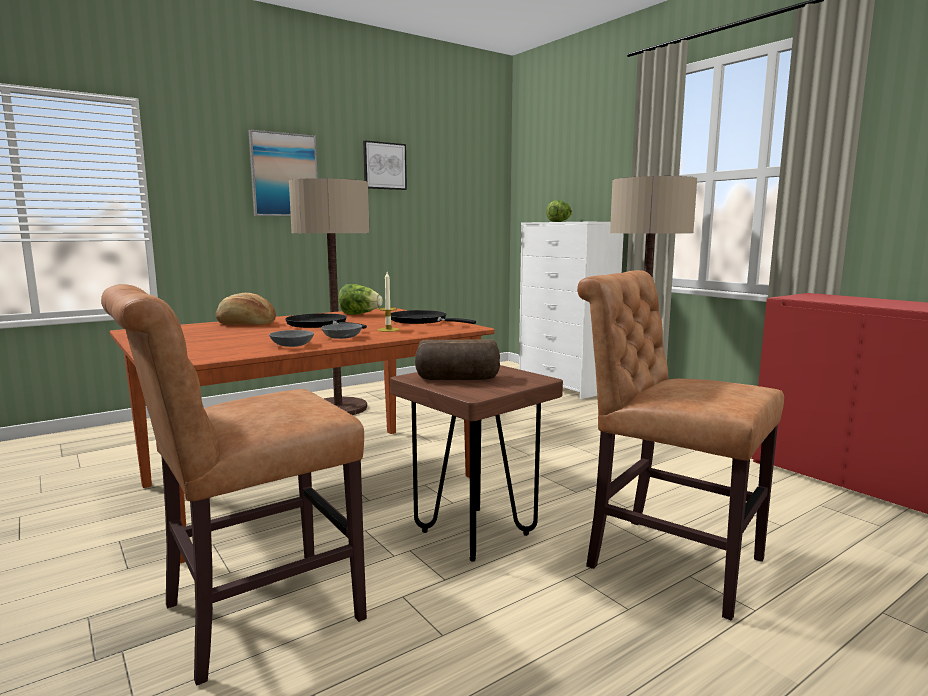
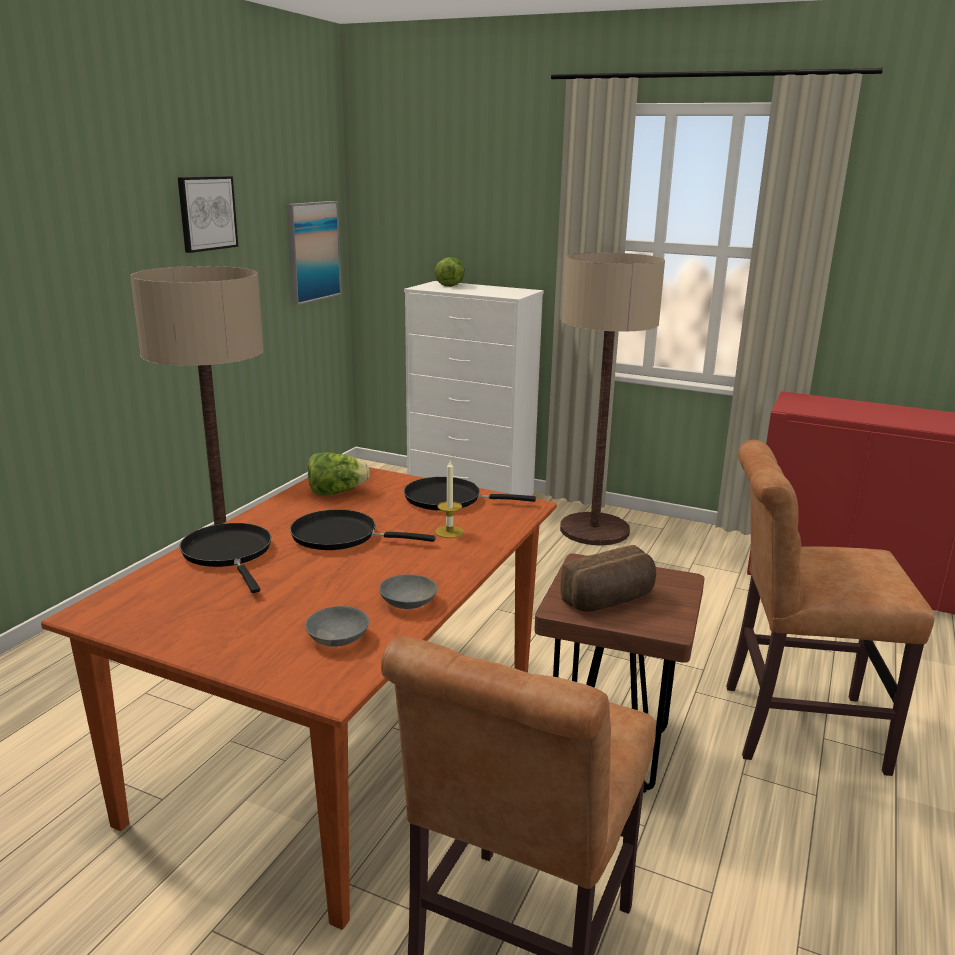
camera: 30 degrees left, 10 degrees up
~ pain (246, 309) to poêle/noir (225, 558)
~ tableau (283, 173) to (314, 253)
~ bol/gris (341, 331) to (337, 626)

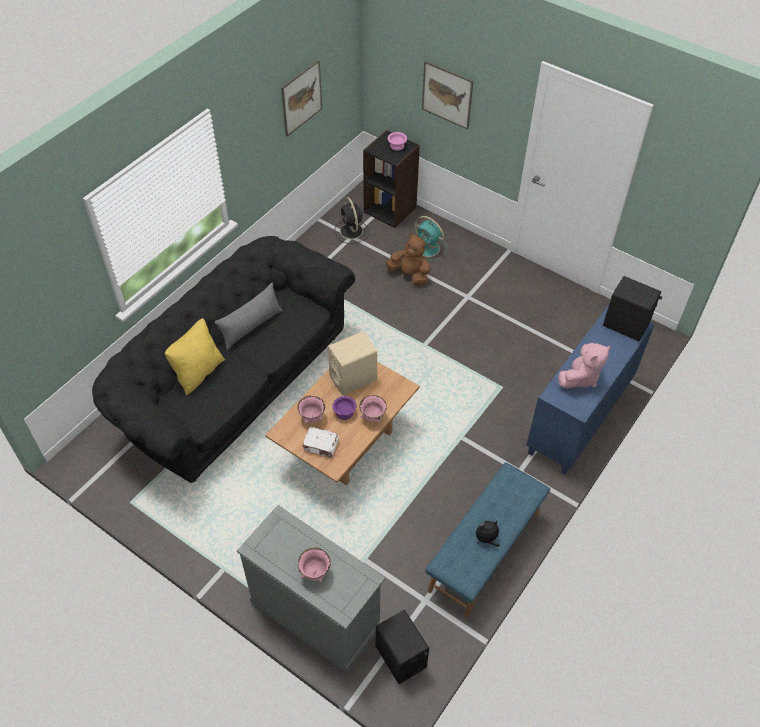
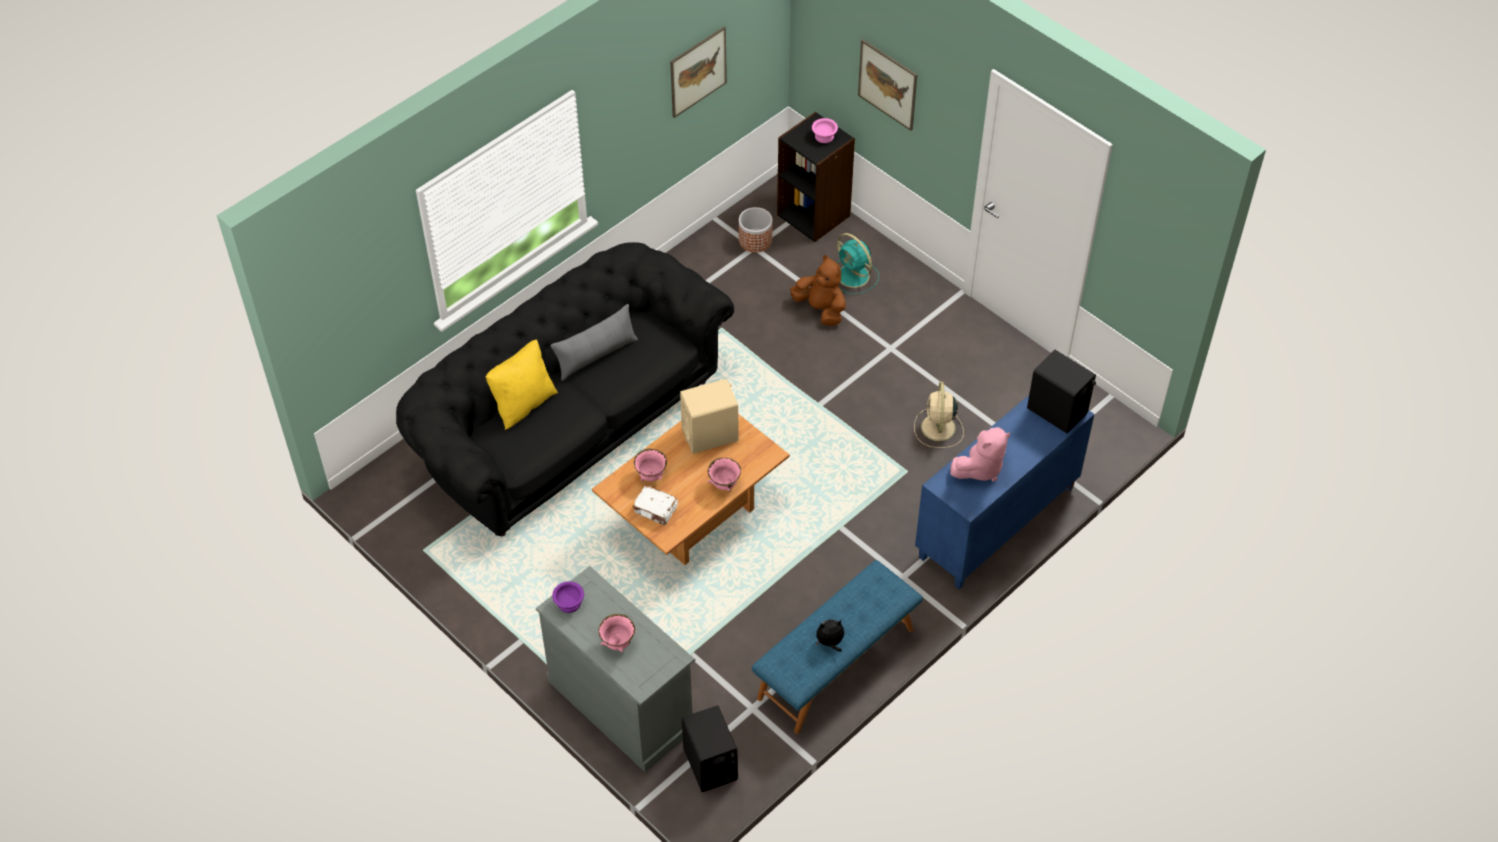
camera: 10 degrees right, 0 degrees up
~ bol/violet (344, 408) to (568, 597)
~ ventilateur/noir (352, 220) to cache-pot (756, 230)
+ ventilateur/beige (939, 415)

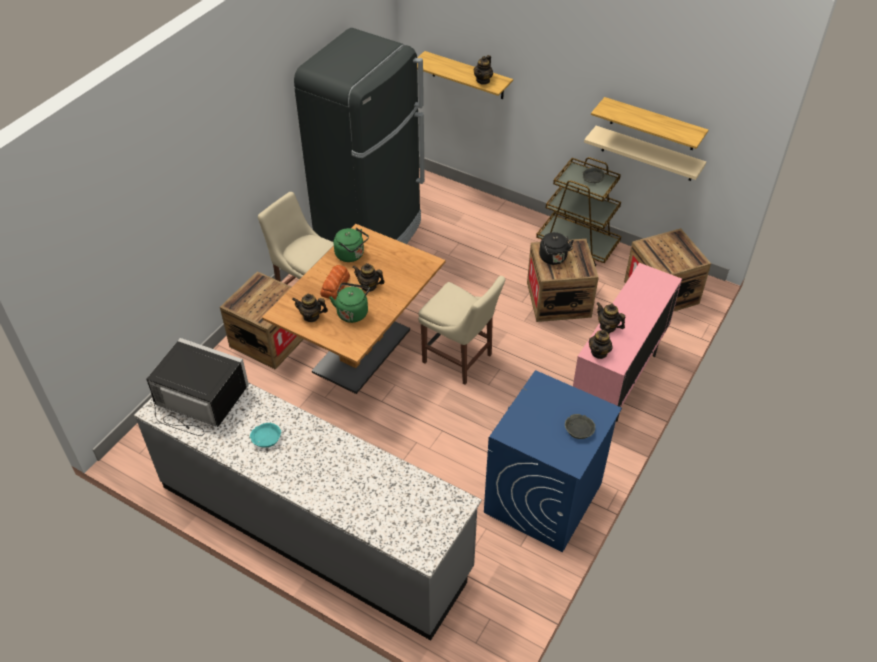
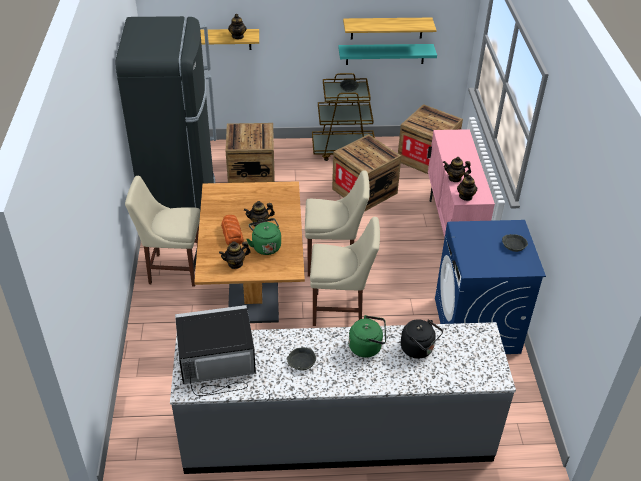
camera: 35 degrees left, 5 degrees down
~ caisse (262, 320) to (250, 153)
~ bol/turquoise (265, 435) to bol/gris (301, 359)
~ bouilloire/vert (351, 244) to (367, 336)
~ bouilloire/noir (556, 248) to (422, 339)
~ étagère/beige (645, 153) to étagère/turquoise (387, 54)
+ chaise/beige (345, 271)

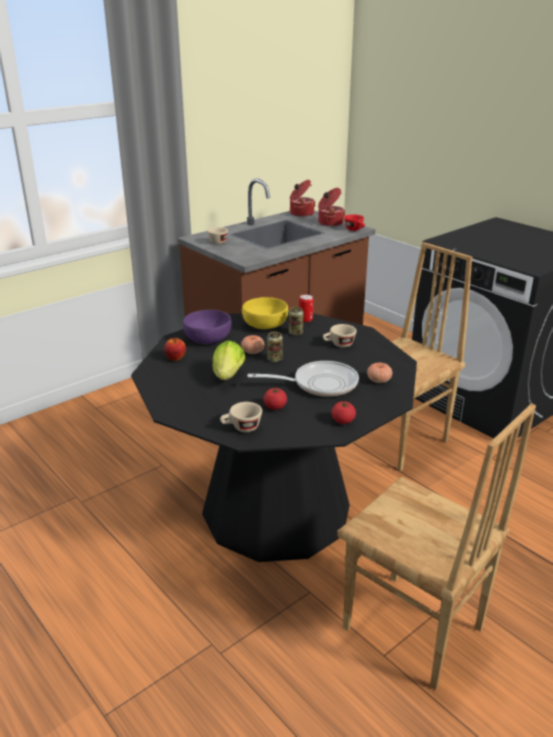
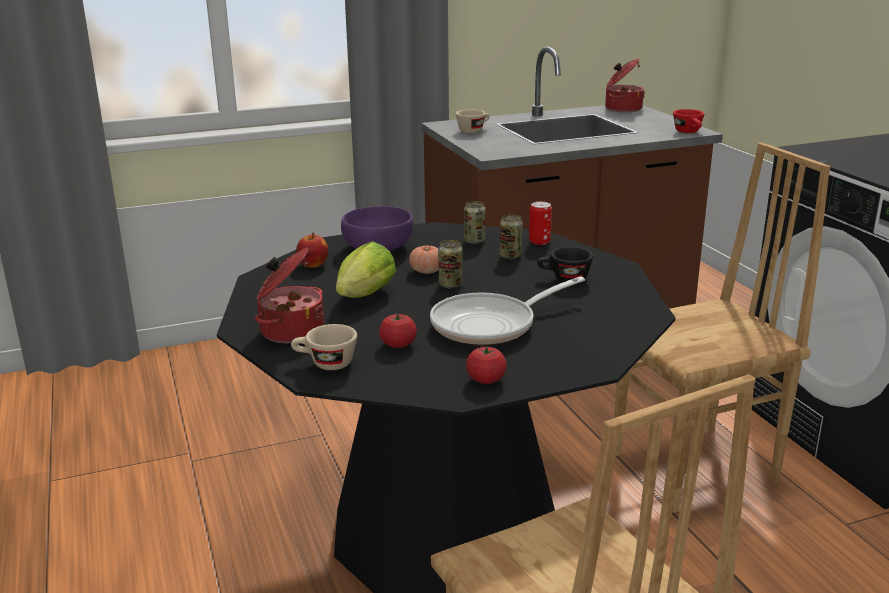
camera: 20 degrees right, 5 degrees down
~ bol/jaune (265, 313) to boîte métallique (475, 222)
~ poêle (303, 379) = (507, 310) 135 degrees clockwise
~ marmite (331, 207) to (289, 296)
~ tasse/beige (340, 336) to tasse/noir (565, 264)
- tomate (379, 373)

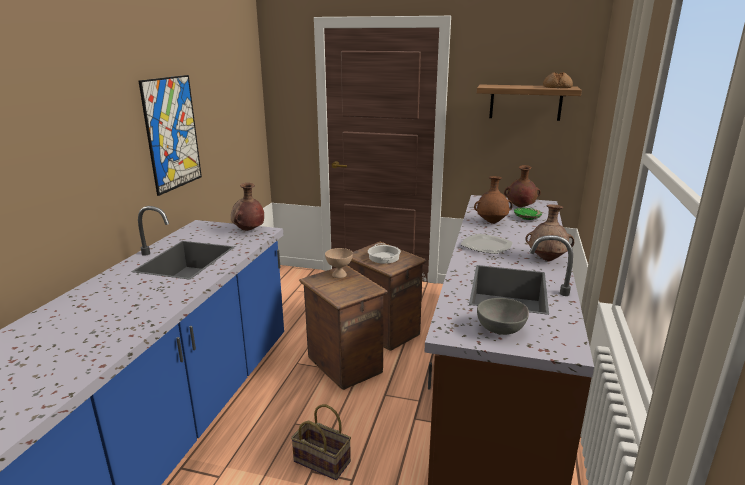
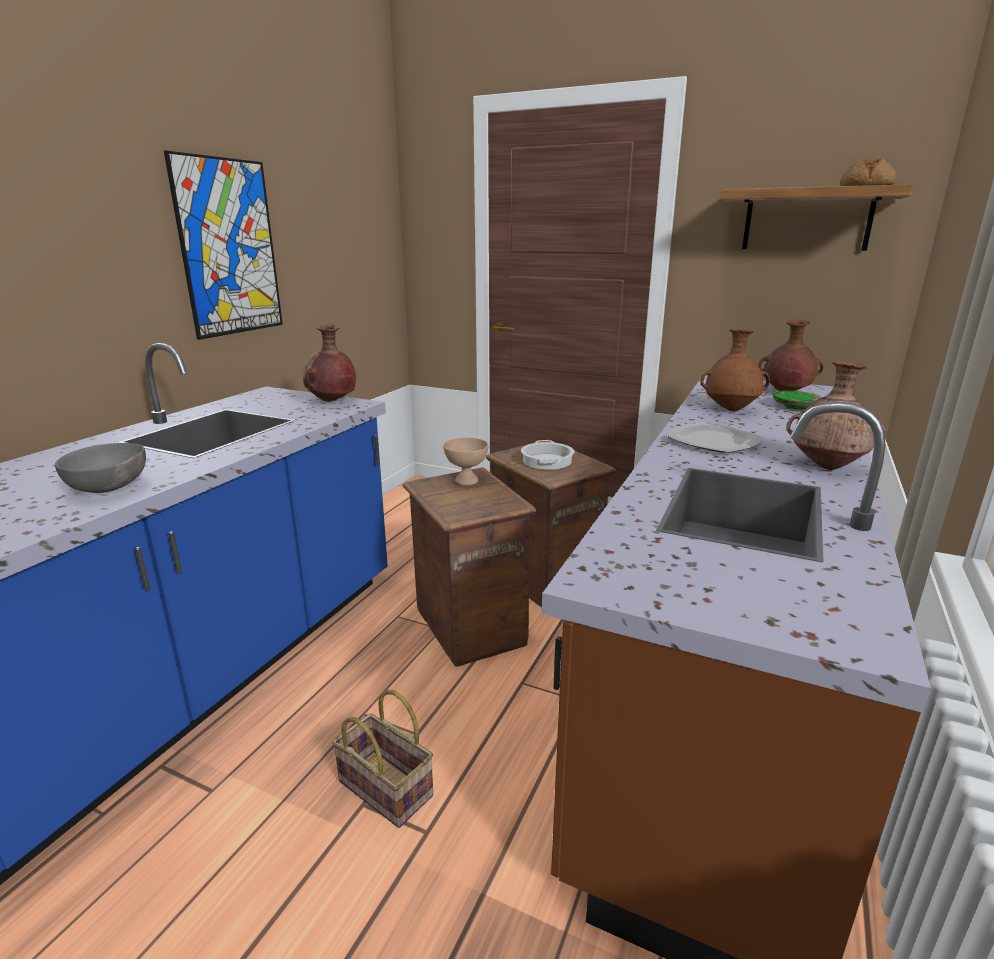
camera: 10 degrees right, 0 degrees up
~ bol/gris (503, 316) to (100, 468)

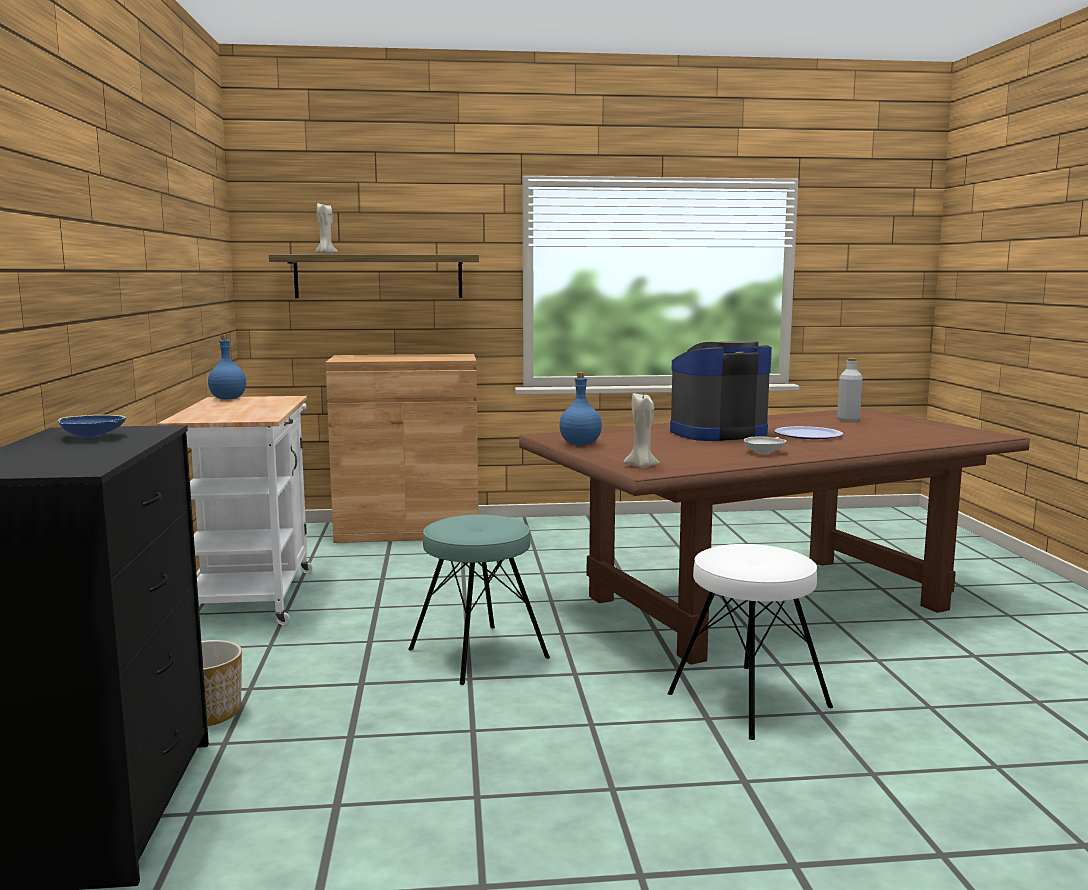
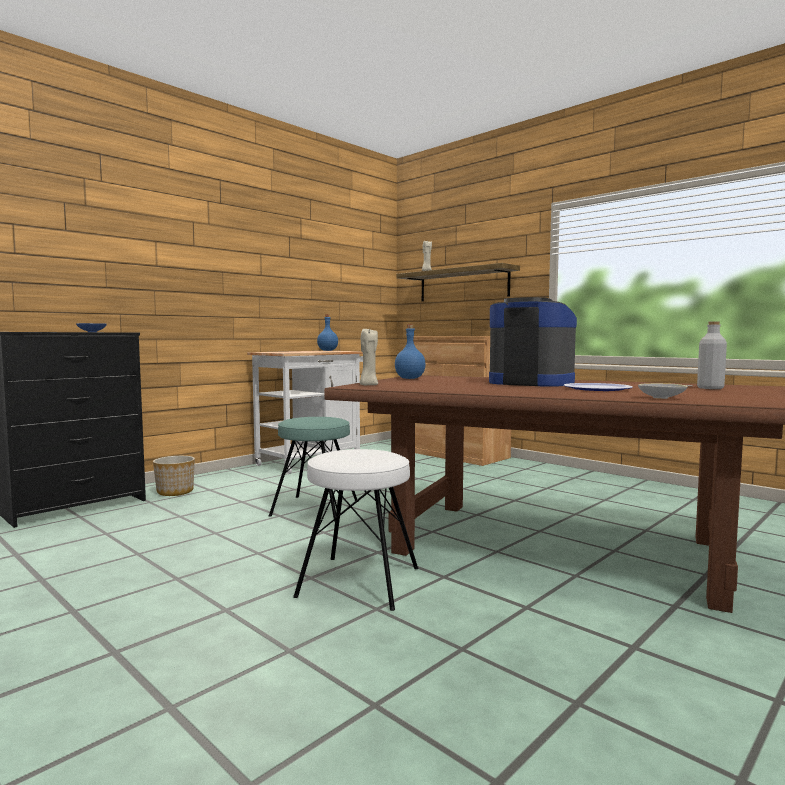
camera: 50 degrees right, 5 degrees down
~ bol/blanc (765, 445) to (665, 391)

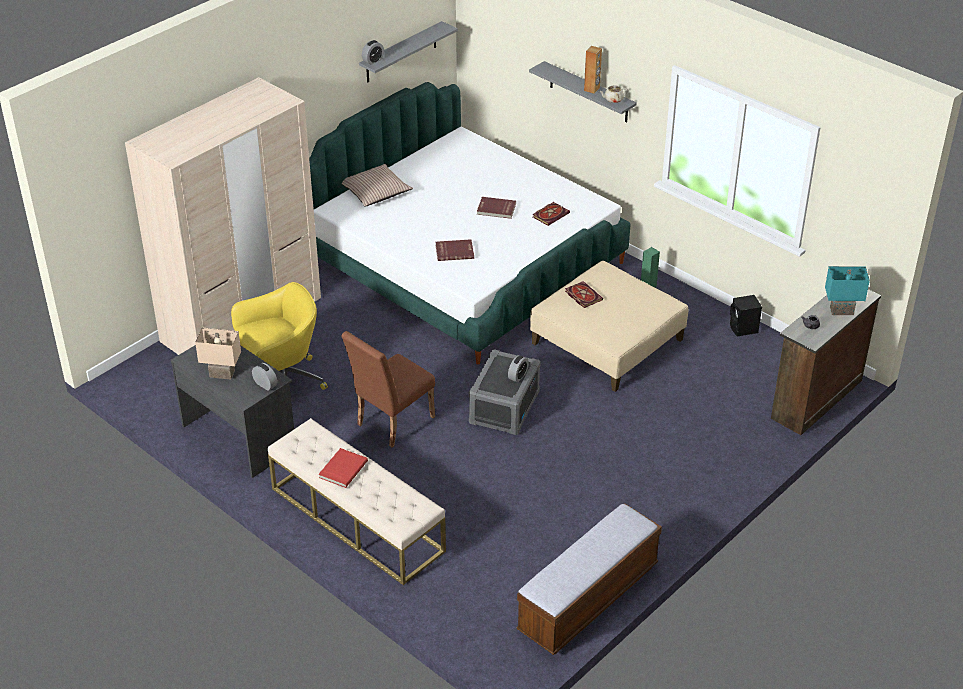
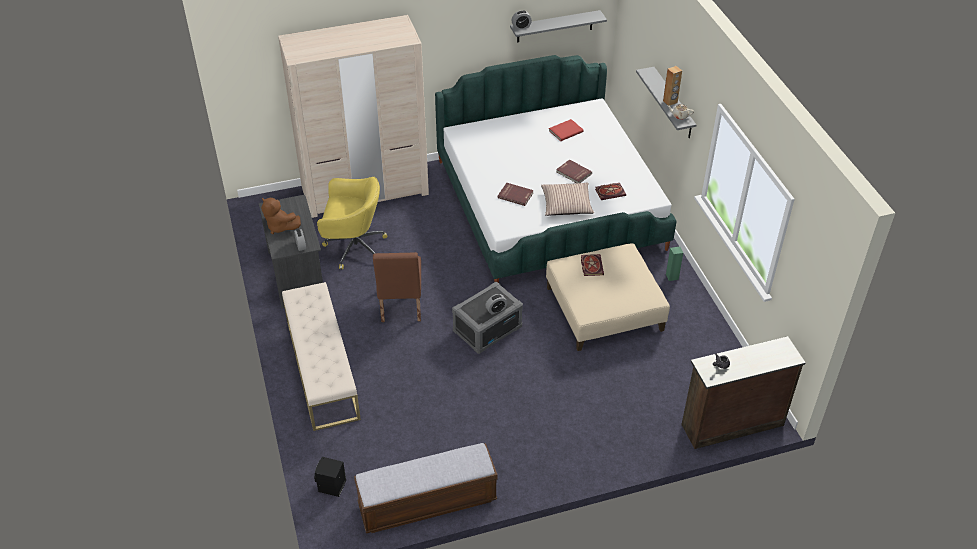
camera: 30 degrees right, 5 degrees up
~ lampe de table/beige (218, 354) to peluche/marron (281, 216)
~ livre/rouge (343, 468) to (566, 130)
~ chaise/marron (388, 389) = (397, 287) 75 degrees counterclockwise
~ coussin (377, 185) to (567, 199)
~ enceinte/noir (746, 316) to (330, 477)
- lampe de table/turquoise (847, 290)

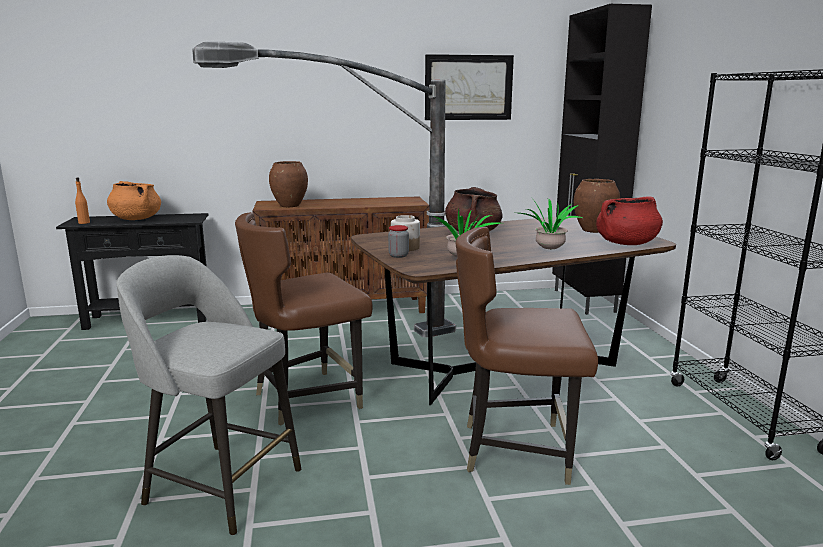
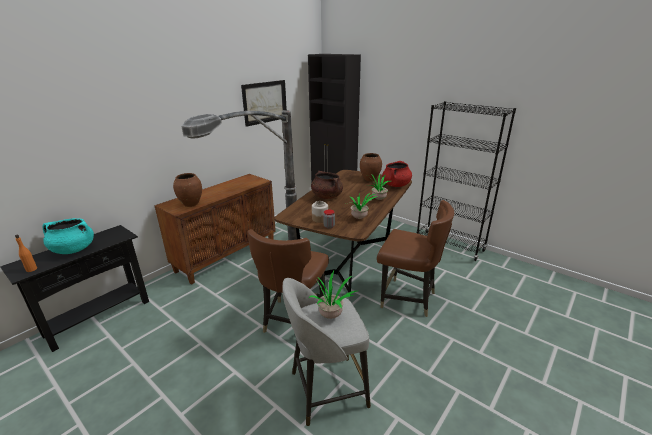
camera: 40 degrees left, 10 degrees up
~ marmite/orange (134, 200) to marmite/turquoise (68, 236)
~ chaise/marron (526, 356) = (415, 258) 120 degrees counterclockwise
+ plante en pot (334, 295)

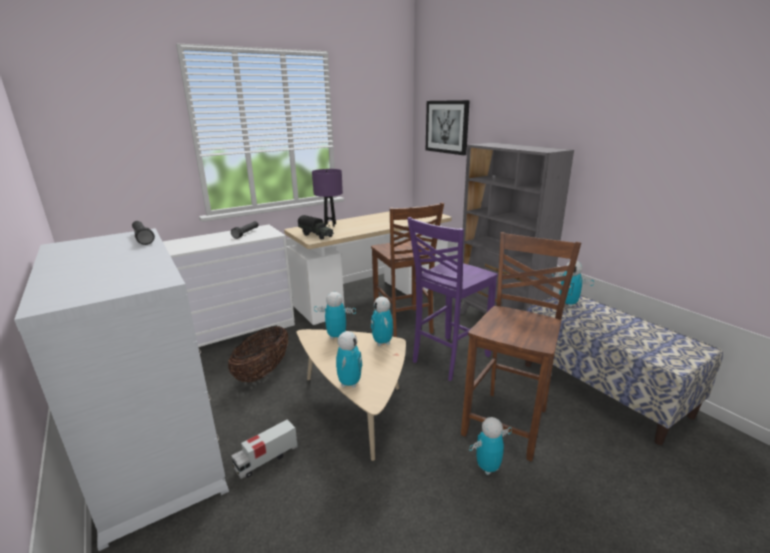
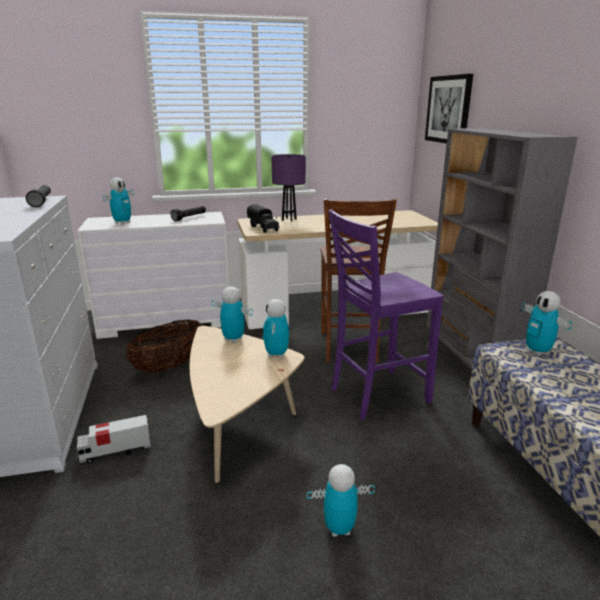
camera: 20 degrees right, 0 degrees up
~ robot jouet (349, 359) to (118, 201)
- chaise/marron (521, 347)

